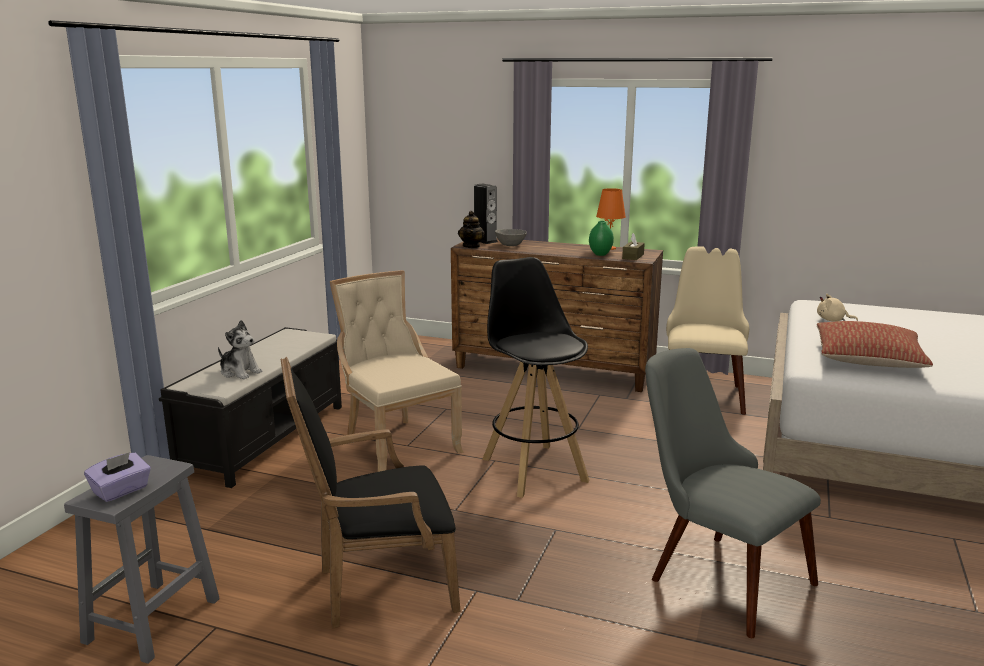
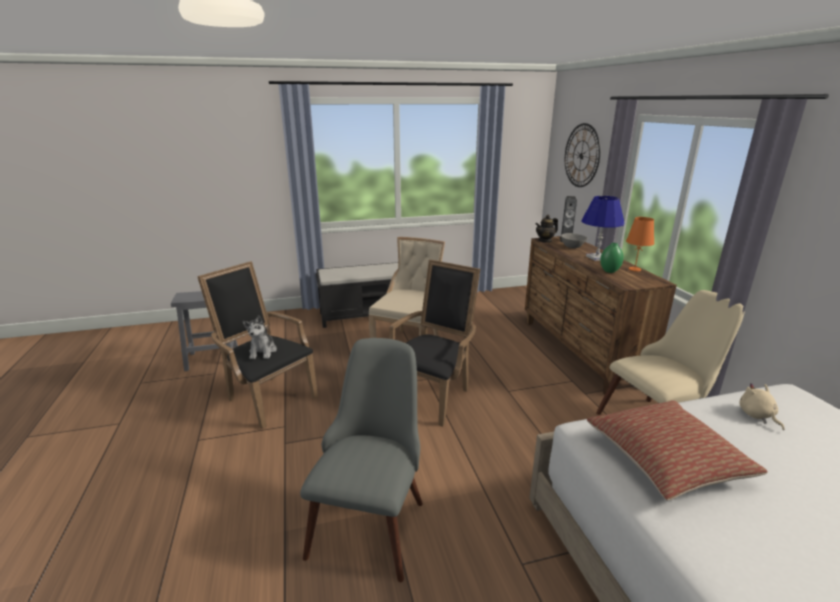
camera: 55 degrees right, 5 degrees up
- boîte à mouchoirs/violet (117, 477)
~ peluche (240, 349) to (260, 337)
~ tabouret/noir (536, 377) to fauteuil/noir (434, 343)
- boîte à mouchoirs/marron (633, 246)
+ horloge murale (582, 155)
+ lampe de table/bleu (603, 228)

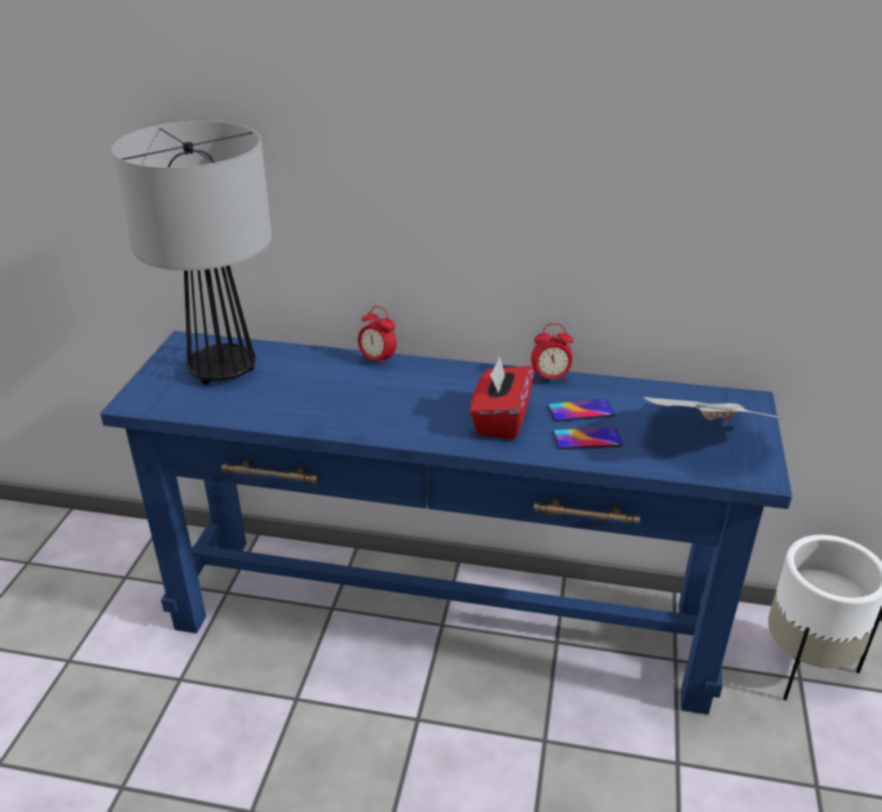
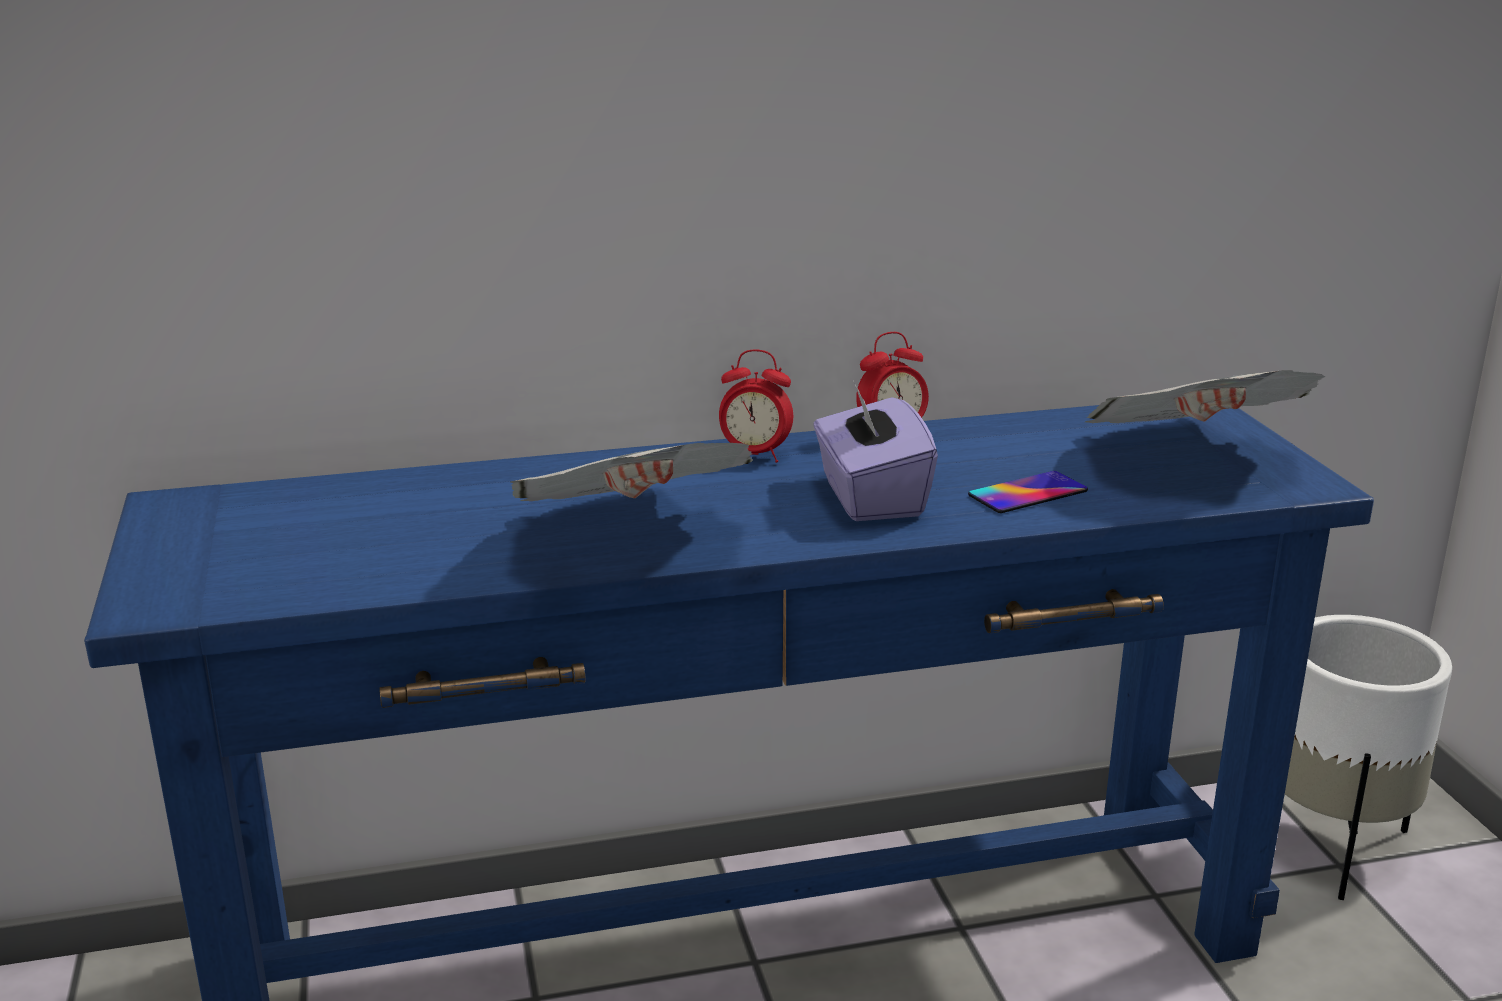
camera: 25 degrees left, 10 degrees down
- lampe de table (192, 253)
~ réveil (377, 337) to (756, 406)
~ boîte à mouchoirs/rouge (502, 398) to boîte à mouchoirs/violet (875, 450)
- téléphone (581, 410)
+ journal (632, 472)

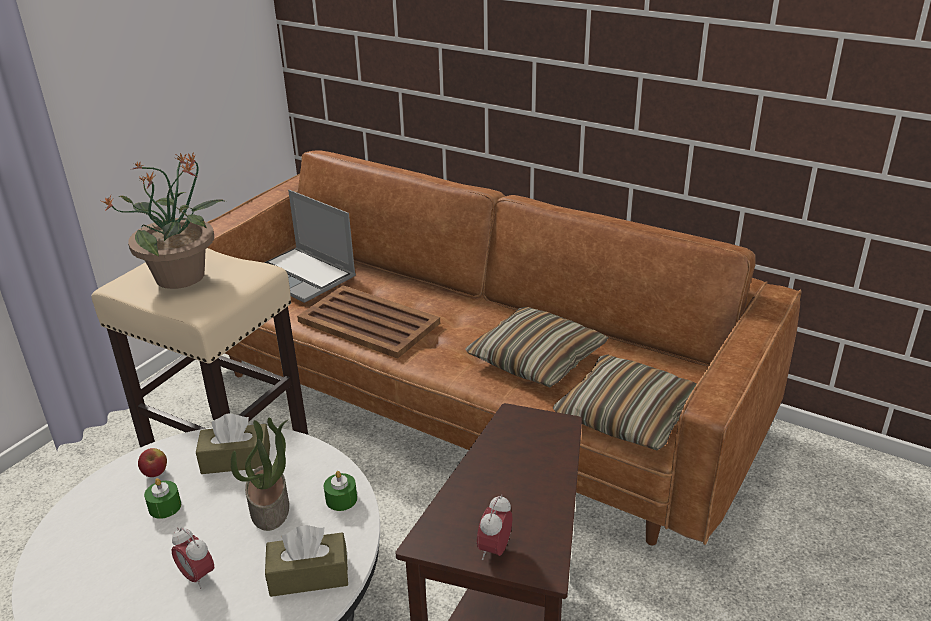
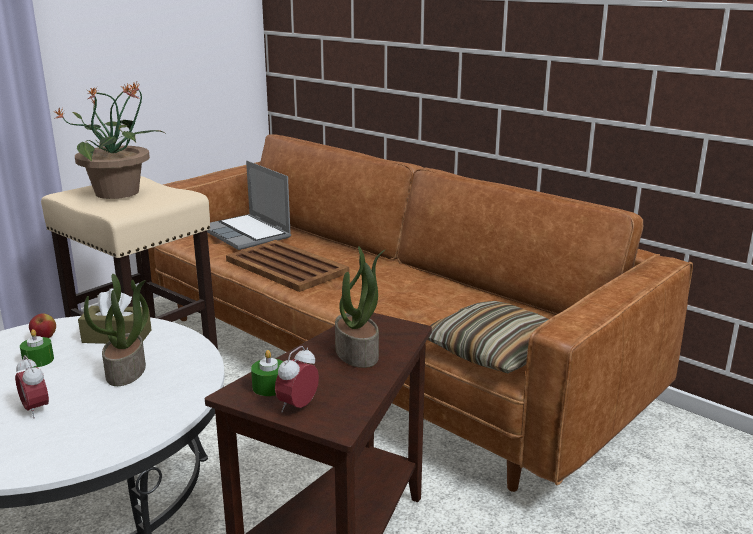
camera: 10 degrees right, 10 degrees down
- boîte à mouchoirs/marron (306, 561)
~ bougie/vert (340, 491) to (267, 373)
- coussin (537, 347)
+ plante en pot (360, 307)

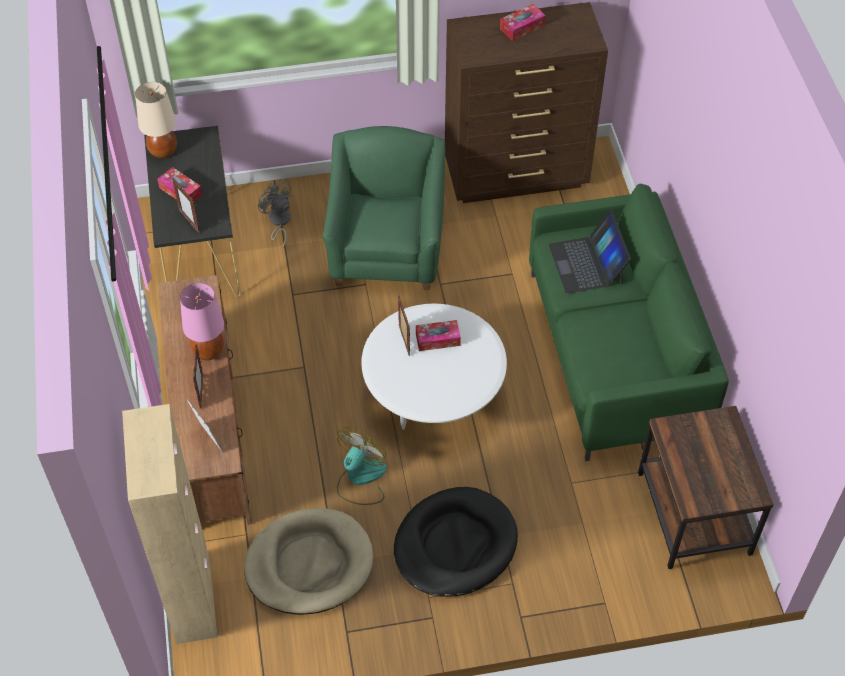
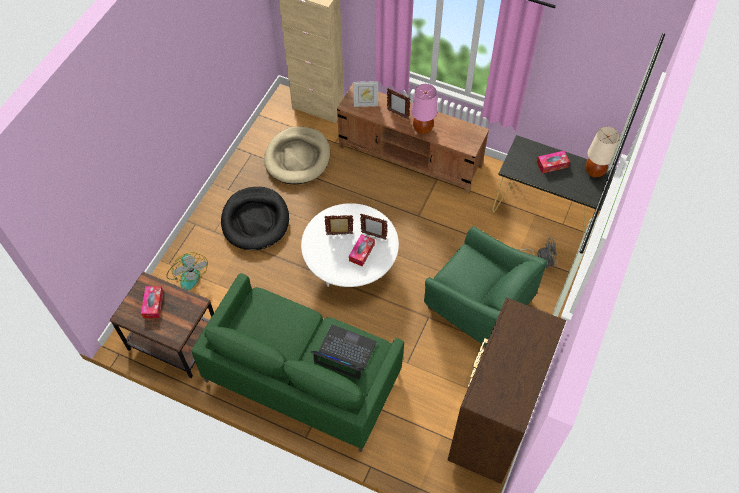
camera: 125 degrees right, 5 degrees up
~ cadre photo (186, 205) to (339, 225)
~ ventilateur (362, 466) to (187, 271)
~ boîte à mouchoirs (523, 22) to (152, 302)

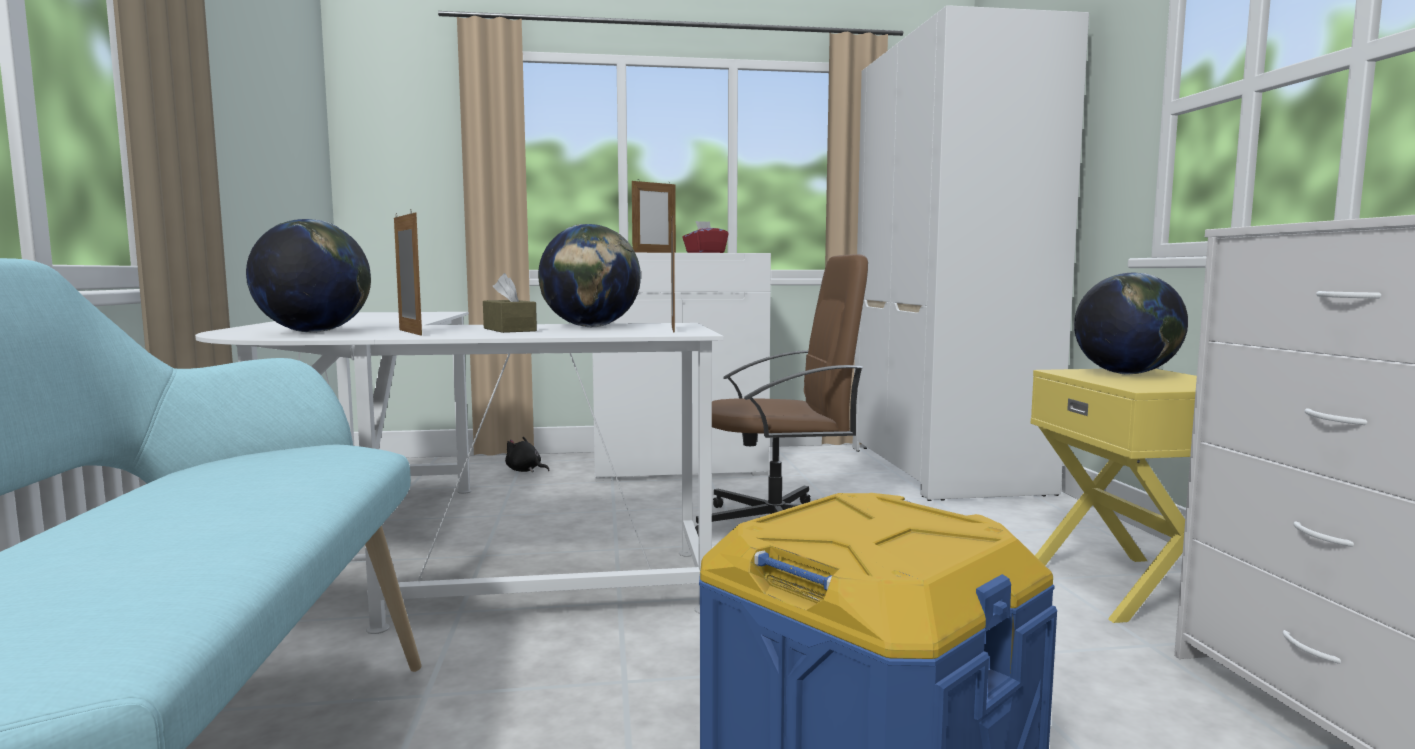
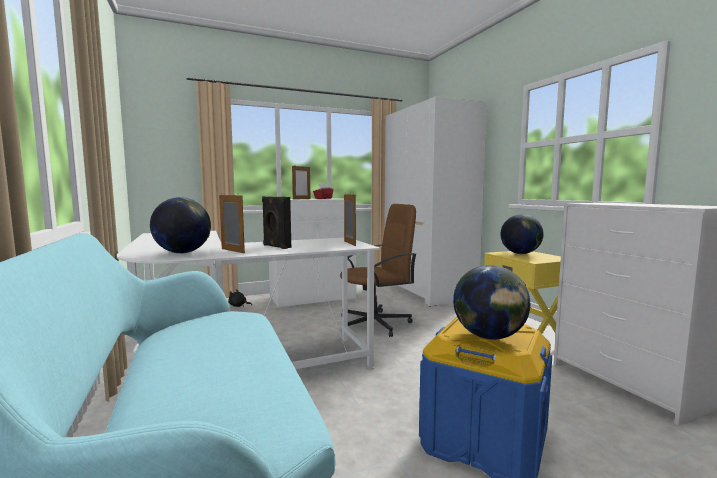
camera: 15 degrees left, 0 degrees up
~ boîte à mouchoirs/marron (510, 303) to enceinte/noir (276, 222)
~ globe (589, 275) to (491, 302)

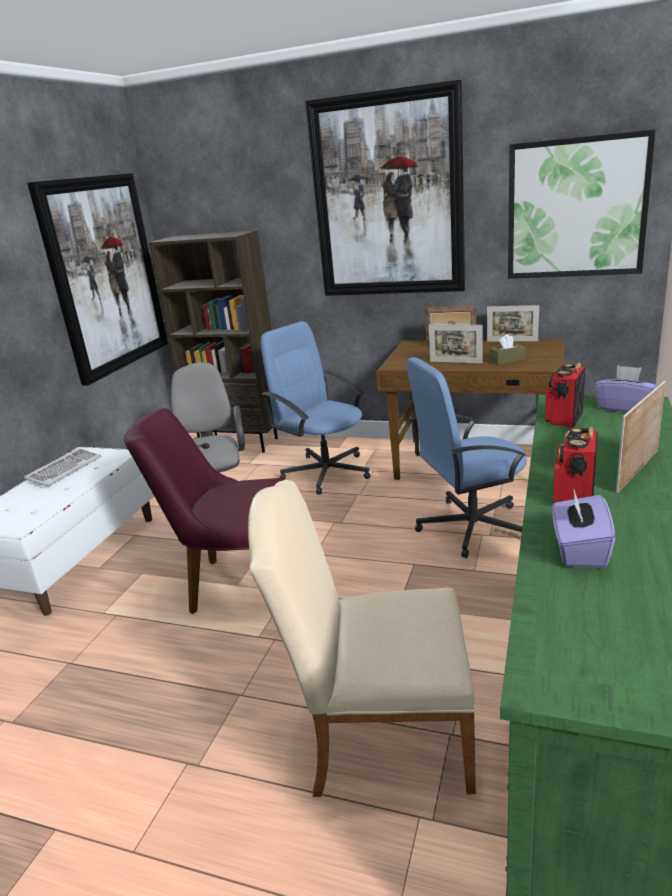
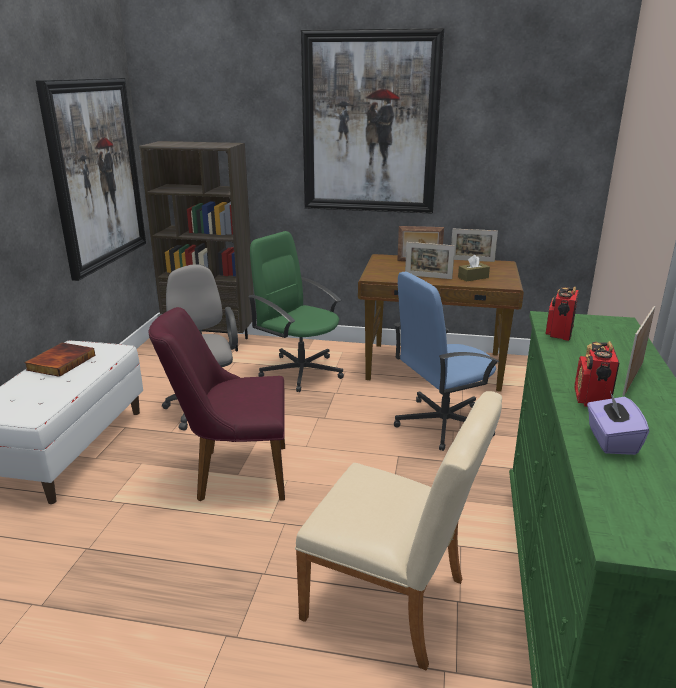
camera: 10 degrees left, 0 degrees up
~ clavier (62, 467) to livre (59, 360)
~ chaise/beige (362, 638) = (398, 530) 150 degrees counterclockwise
~ chaise de bureau/bleu (315, 408) to chaise de bureau/vert (296, 311)
- tableau (582, 204)
- boîte à mouchoirs/violet (626, 388)

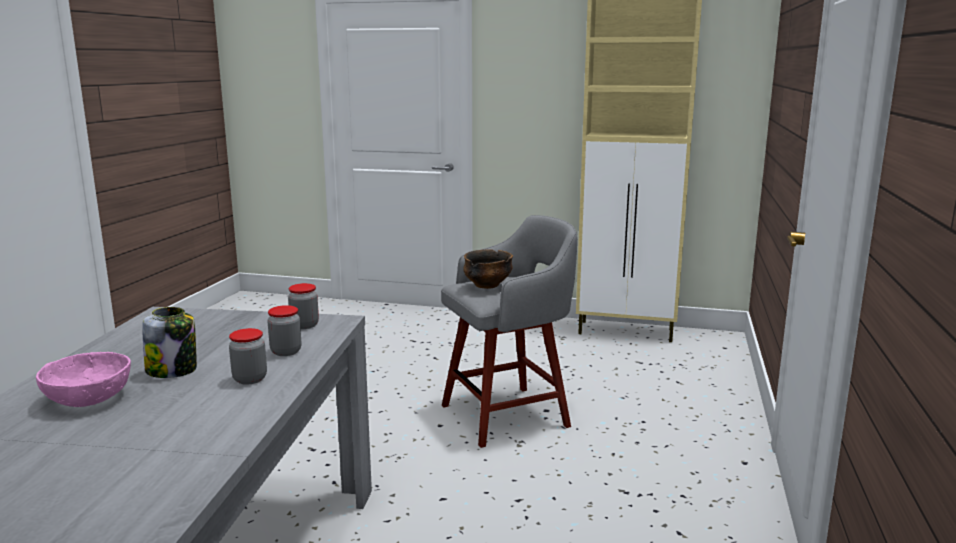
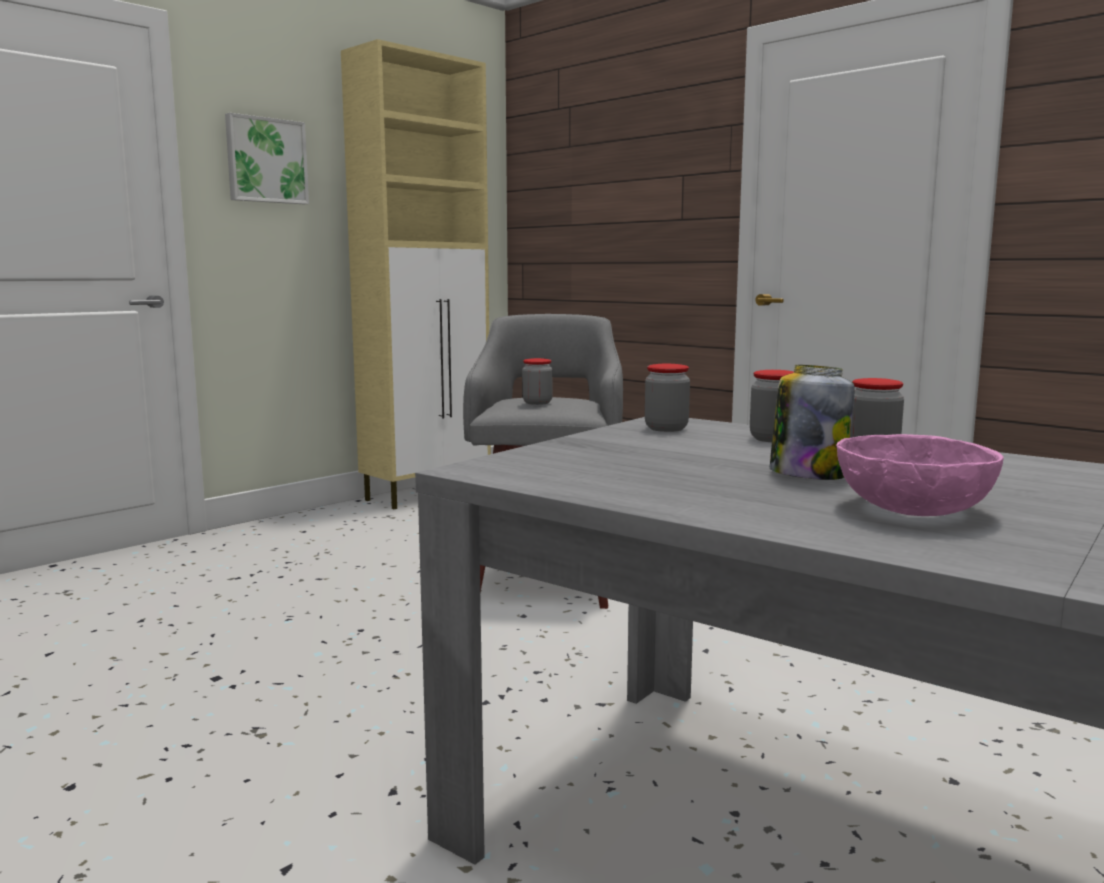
camera: 60 degrees left, 5 degrees down
~ bol (488, 269) to bocal (537, 381)
+ tableau (267, 158)

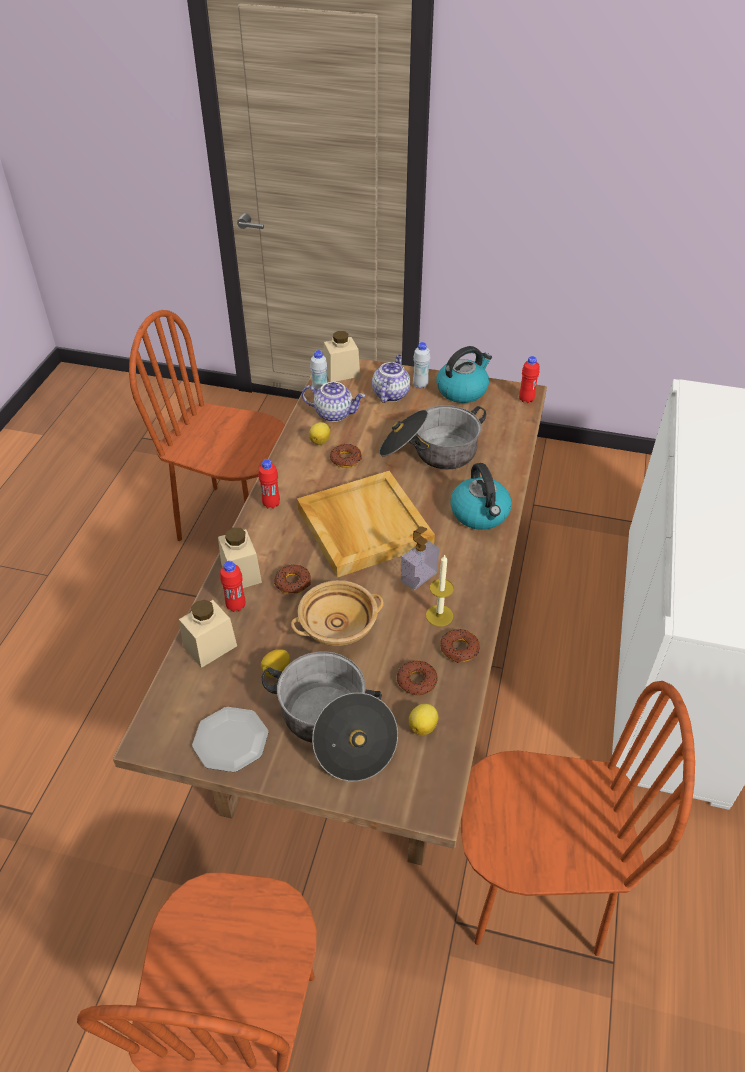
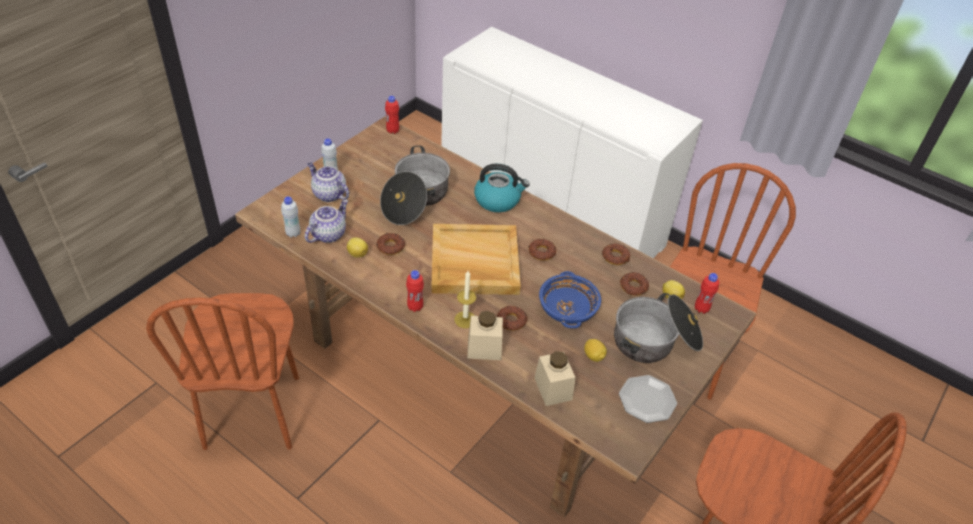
camera: 70 degrees left, 0 degrees up
~ chaise/marron (207, 425) = (222, 371) 45 degrees counterclockwise
~ bouteille/rouge (232, 586) to (707, 293)
~ bol/beige (337, 613) to bol/bleu (570, 299)
- bocal/beige (342, 356)
~ distributeur de savon (420, 558) to beignet (542, 250)
~ bougie (440, 591) to (465, 299)
- bouilloire (464, 374)

